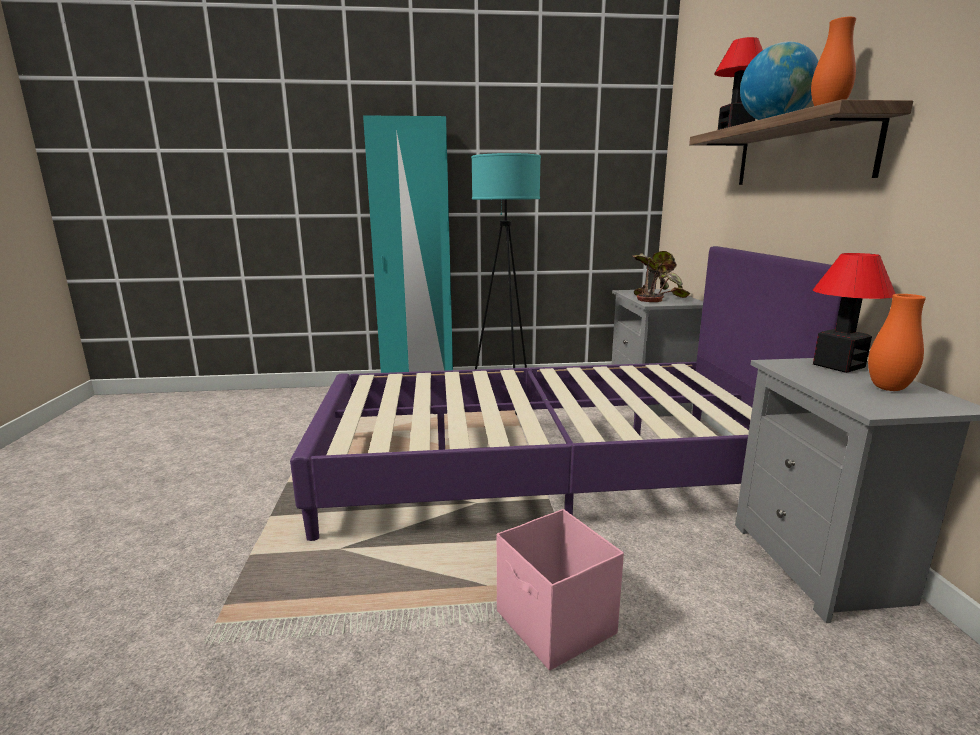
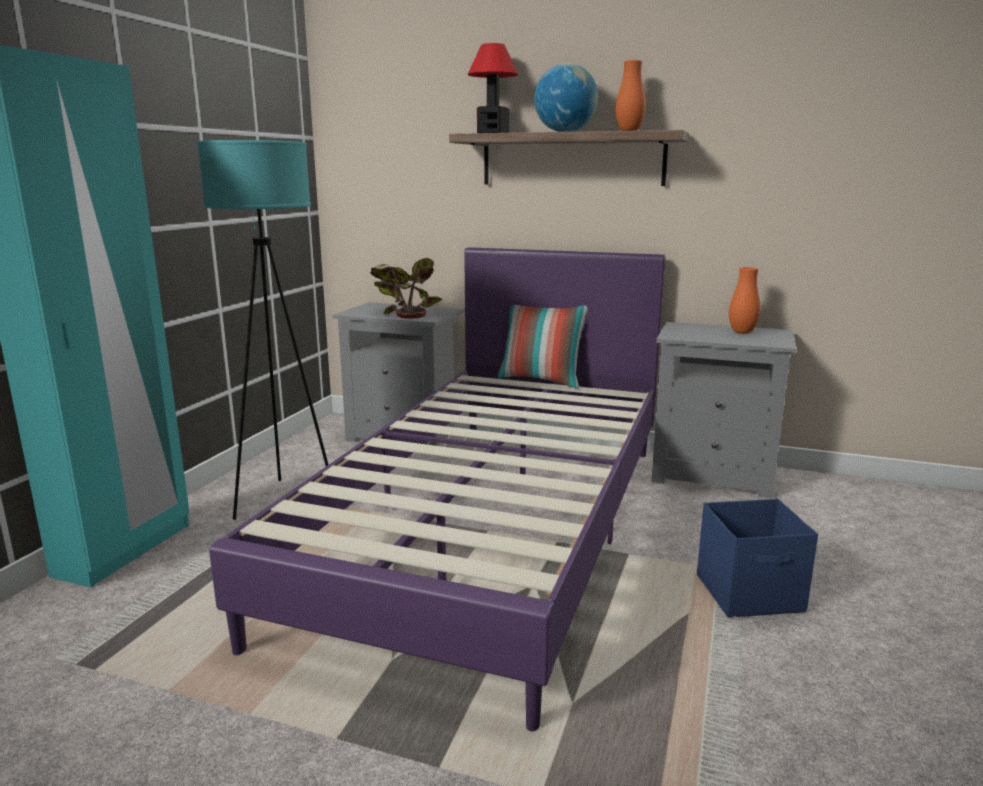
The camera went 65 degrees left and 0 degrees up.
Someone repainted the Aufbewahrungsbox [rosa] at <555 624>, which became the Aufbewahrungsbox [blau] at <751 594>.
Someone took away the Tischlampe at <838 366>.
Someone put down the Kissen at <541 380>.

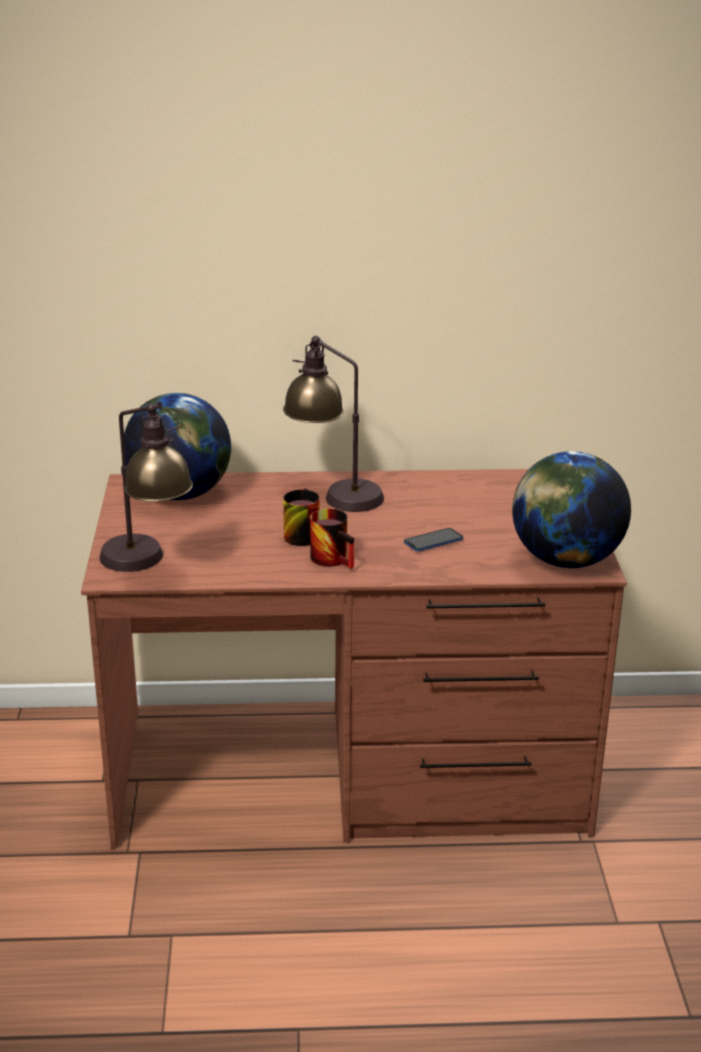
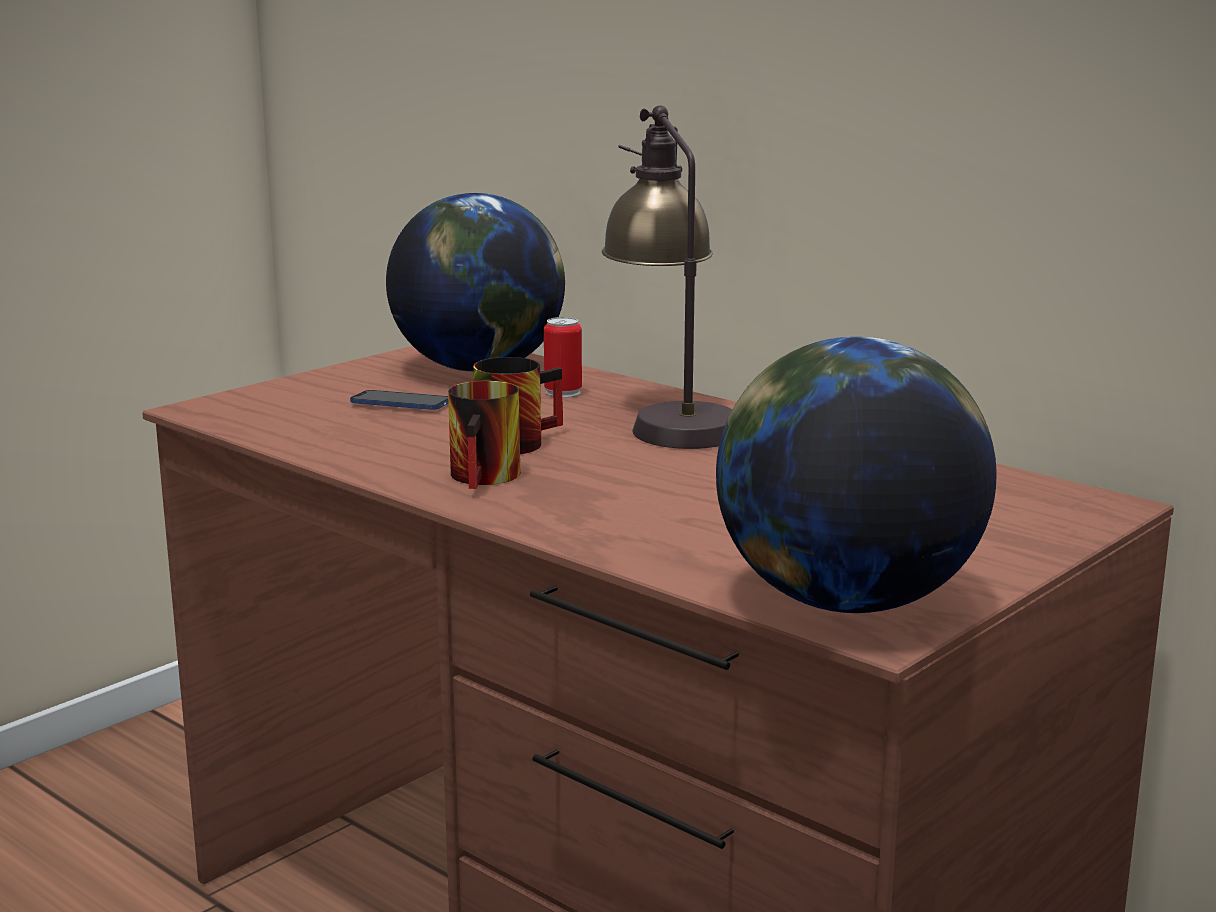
The camera went 45 degrees right and 10 degrees down.
Someone took away the Tischlampe at <148 564>.
Someone carried the Handy from <433 541> to <401 403>.
Someone put down the Dose at <563 392>.

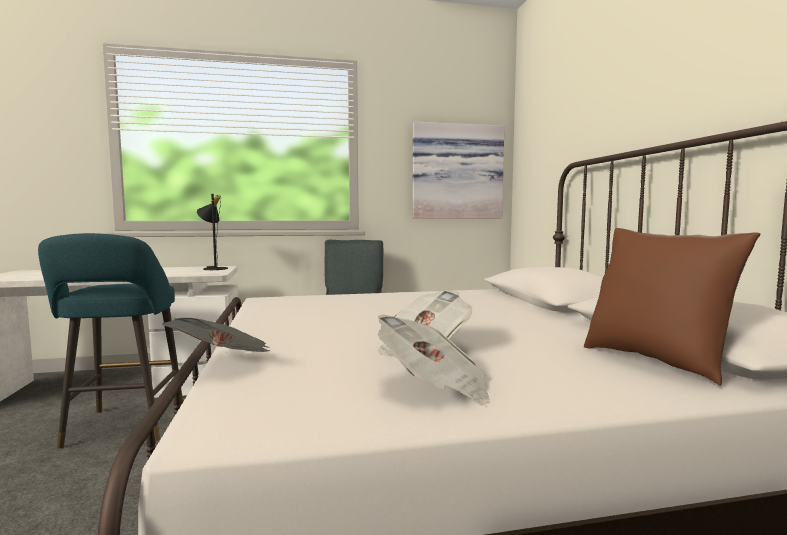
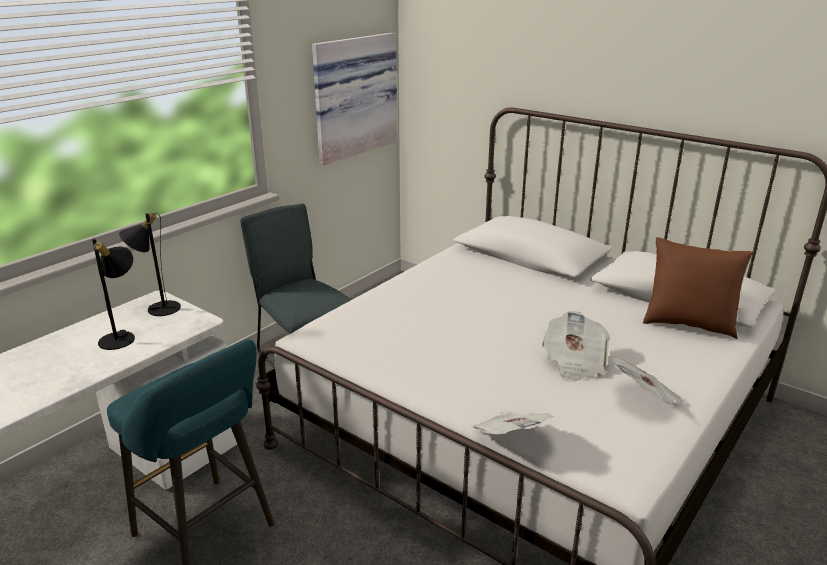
The camera went 40 degrees left and 20 degrees up.
Someone put down the Tischlampe [schwarz] at <122 337>.

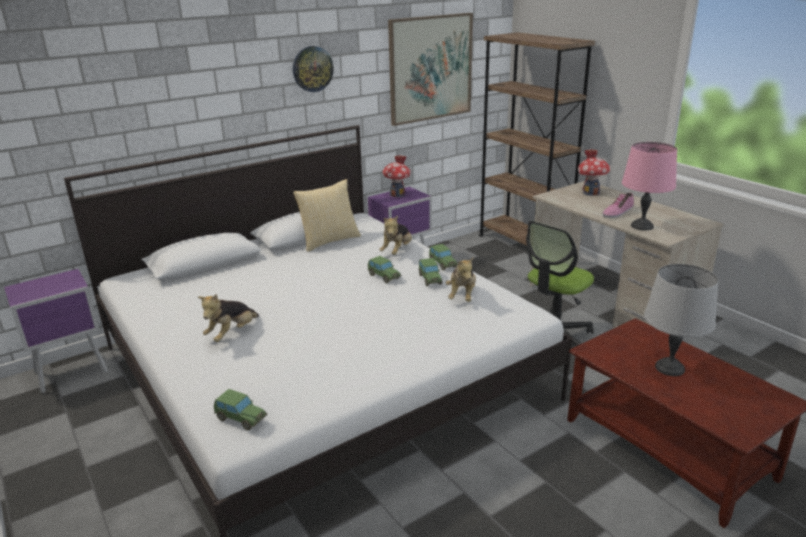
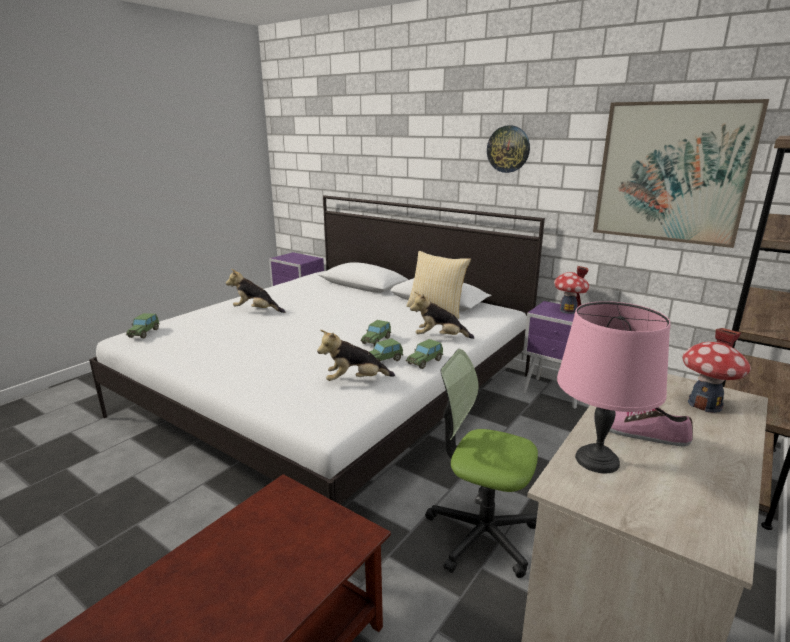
The camera went 70 degrees right and 5 degrees down.
Someone took away the Tischlampe [grau] at <669 368>.

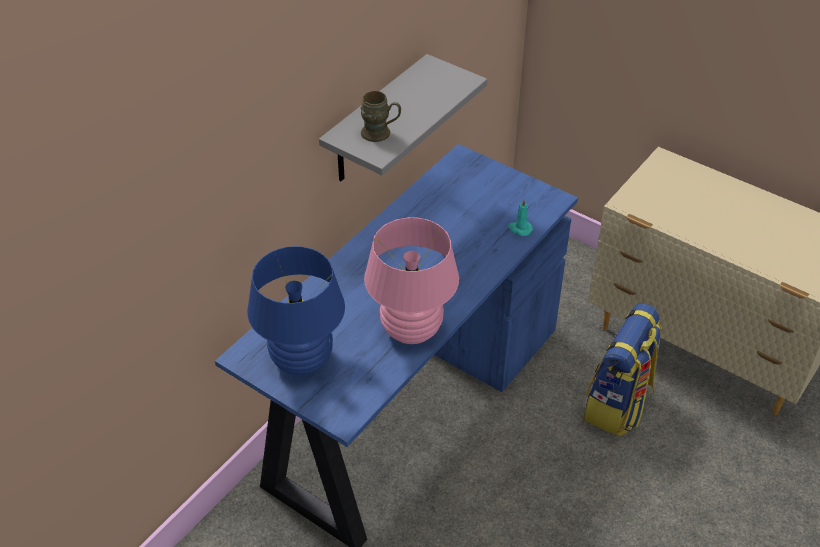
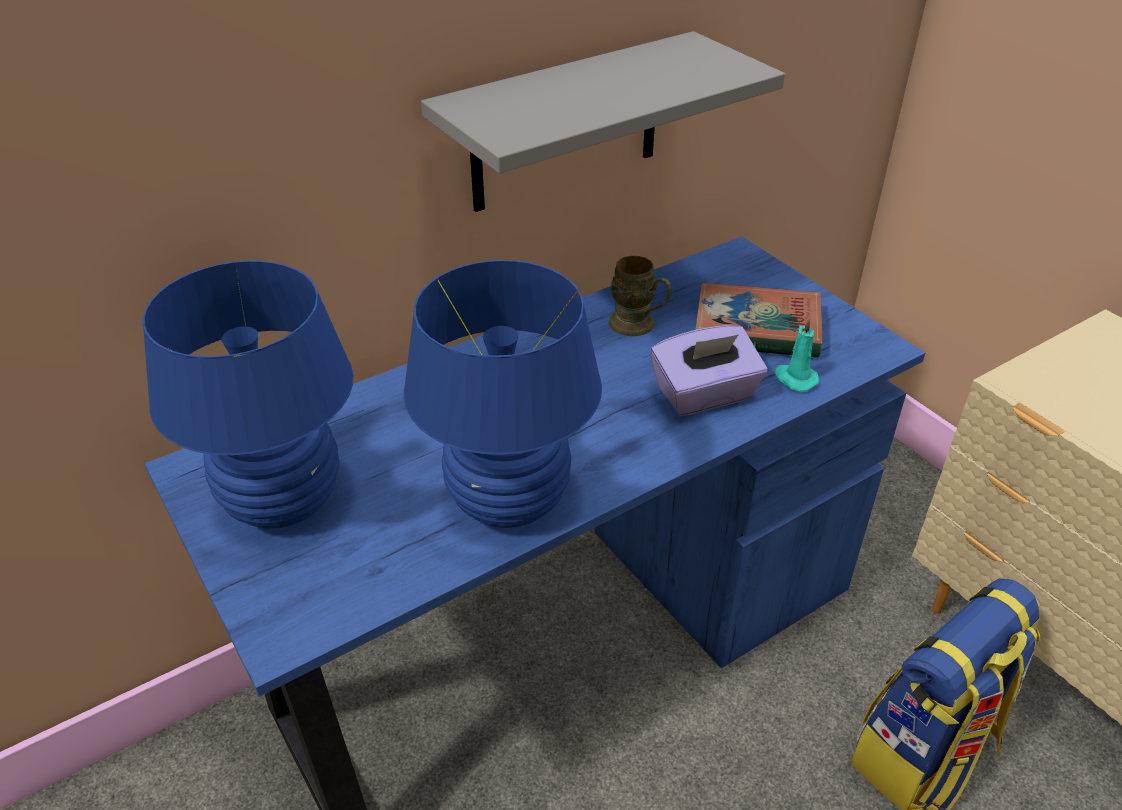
The camera went 20 degrees right and 5 degrees down.
Someone carried the Henkelbecher [braun] from <381 134> to <639 326>.
Someone repainted the Tischlampe [rosa] at <411 330>, which became the Tischlampe [blau] at <508 501>.
Someone put down the Taschentuchbox [lila] at <705 395>.
Someone put down the Buch at <756 328>.

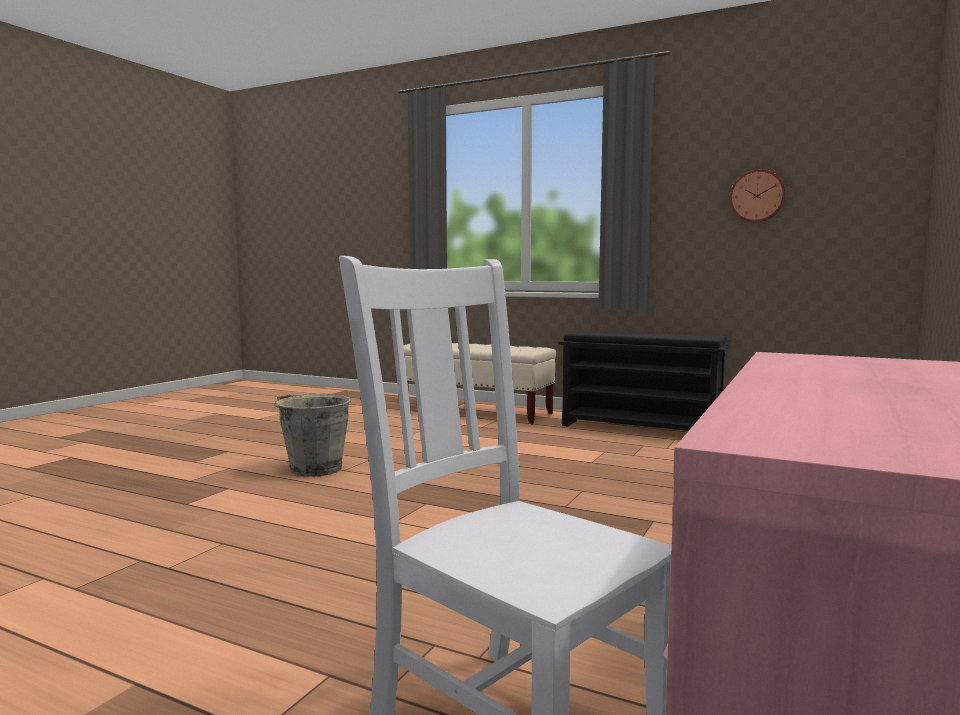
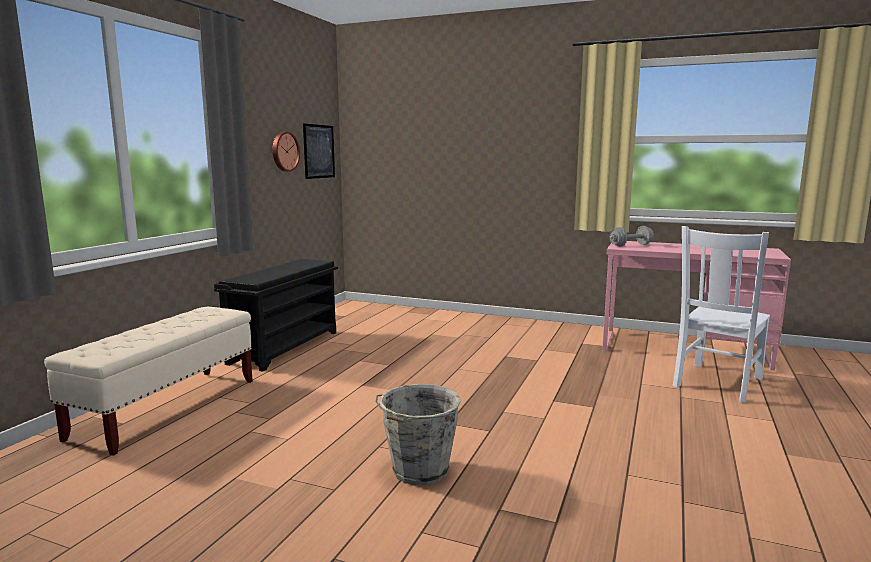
The camera went 95 degrees left and 5 degrees up.
Someone put up the Bild at <319 151>.
Someone put down the Hantel [grau] at <631 245>.

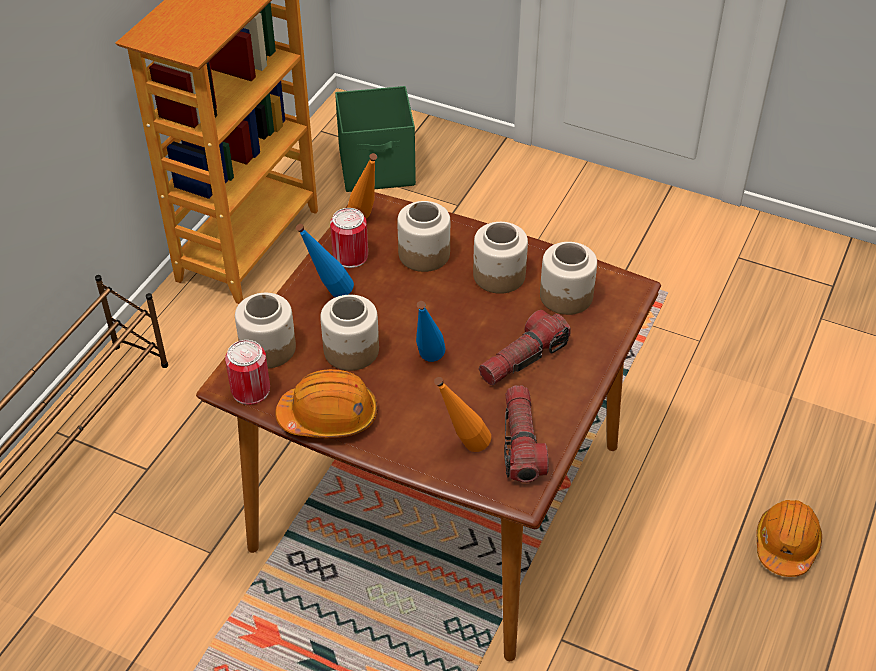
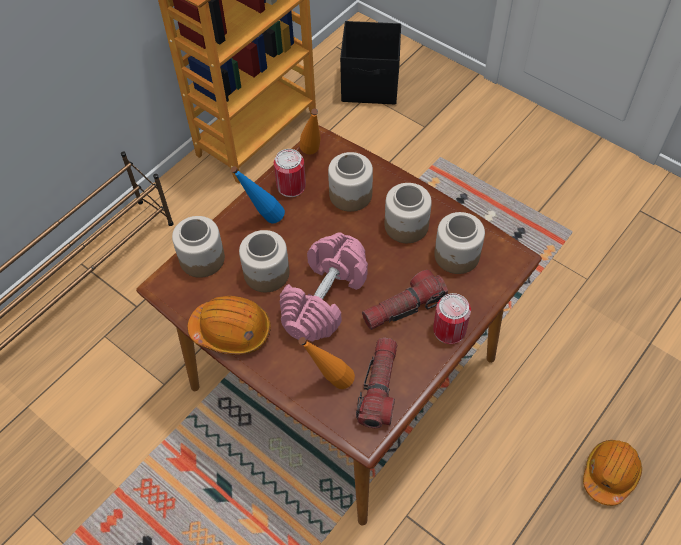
The camera went 15 degrees right and 10 degrees up.
Someone carried the Dose from <250 390> to <449 330>.
Someone repainted the Aufbewahrungsbox [grün] at <378 169>, which became the Aufbewahrungsbox [schwarz] at <371 85>.
Someone swapped the Flasche [blau] at <428 364> for the Hantel [rosa] at <324 298>.

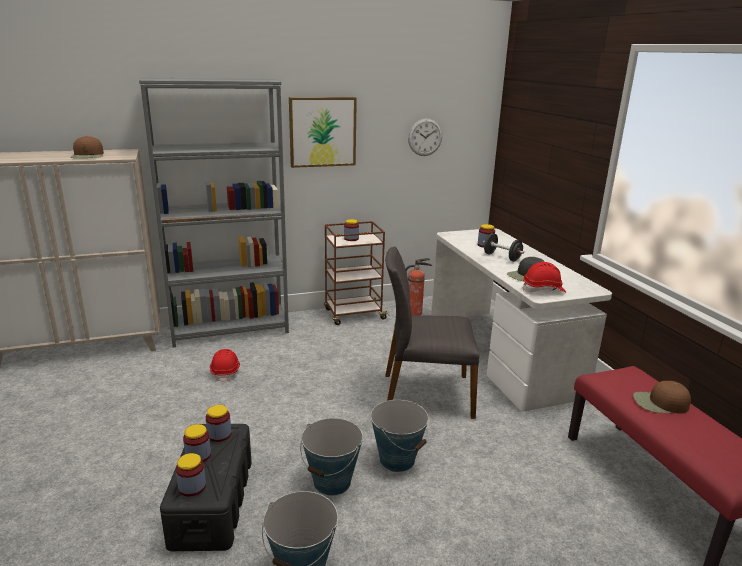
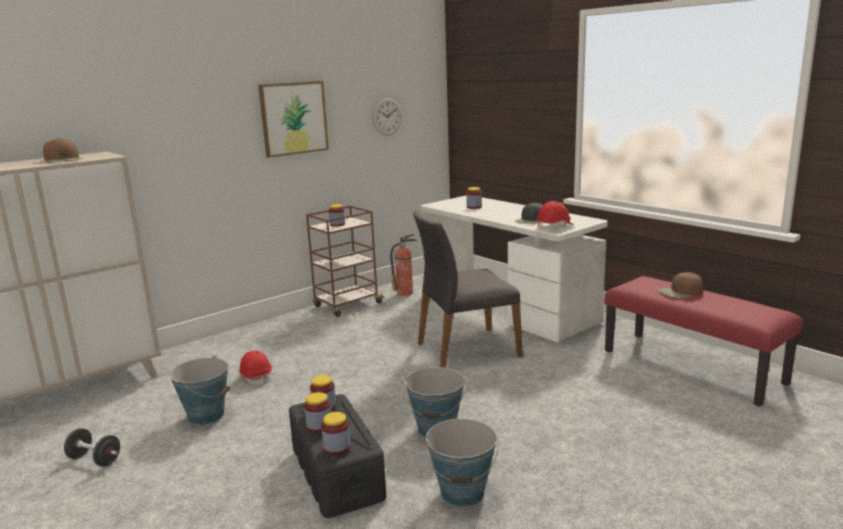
The camera went 20 degrees left and 5 degrees down.
Someone took away the Bücherregal [grau] at <230 329>.
Someone carried the Eimer from <397 459> to <206 416>.
Someone carried the Hantel [schwarz] from <501 257> to <95 460>.

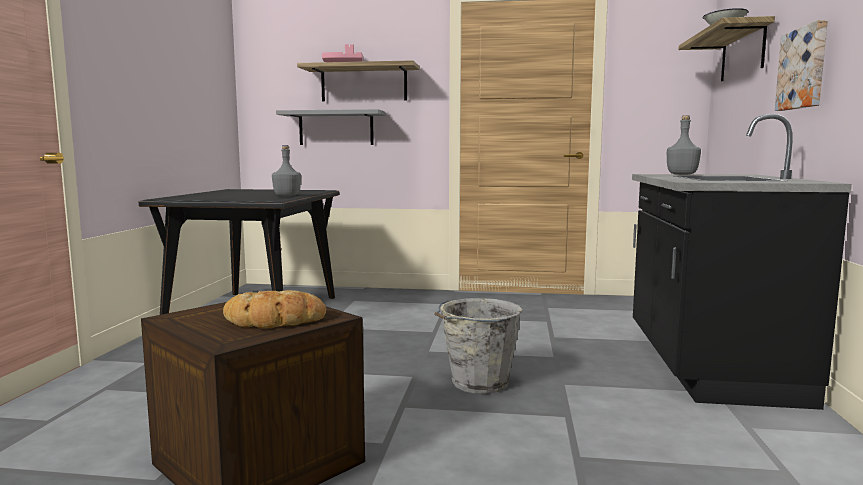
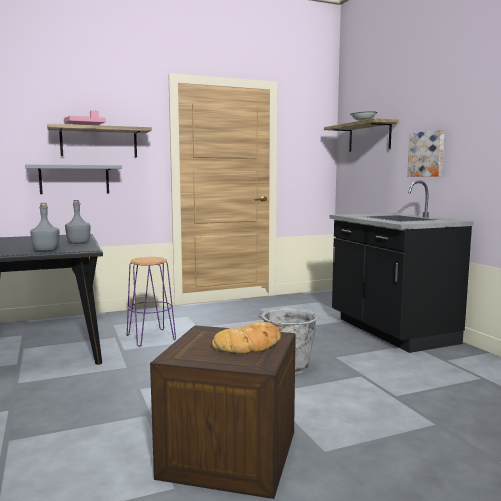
The camera went 30 degrees left and 0 degrees up.
Someone carried the Flasche [grau] from <681 174> to <45 250>.
Someone put down the Hocker [lila] at <151 338>.

